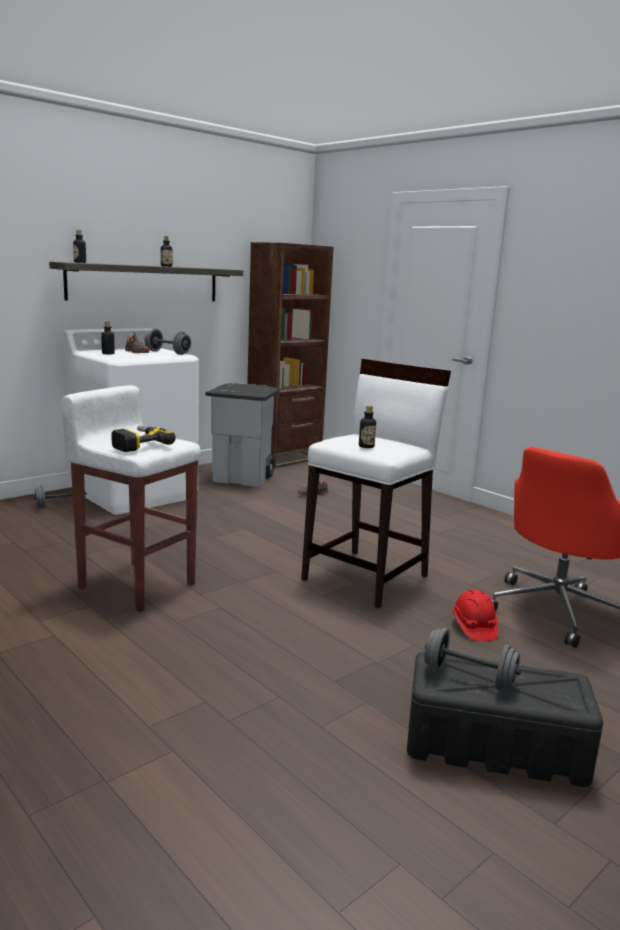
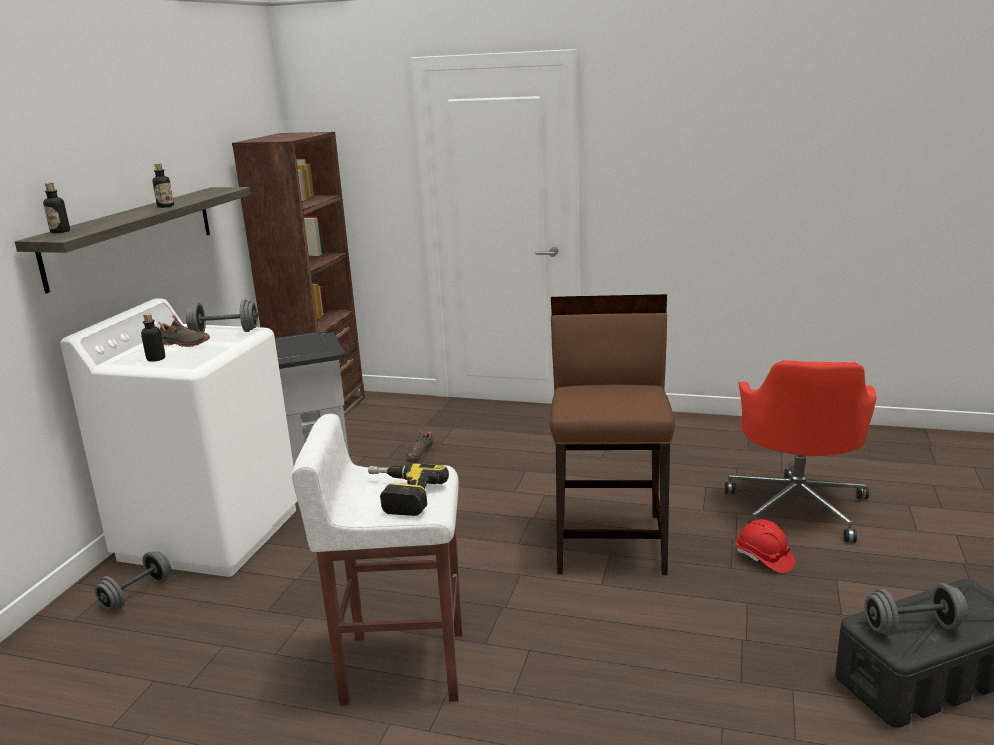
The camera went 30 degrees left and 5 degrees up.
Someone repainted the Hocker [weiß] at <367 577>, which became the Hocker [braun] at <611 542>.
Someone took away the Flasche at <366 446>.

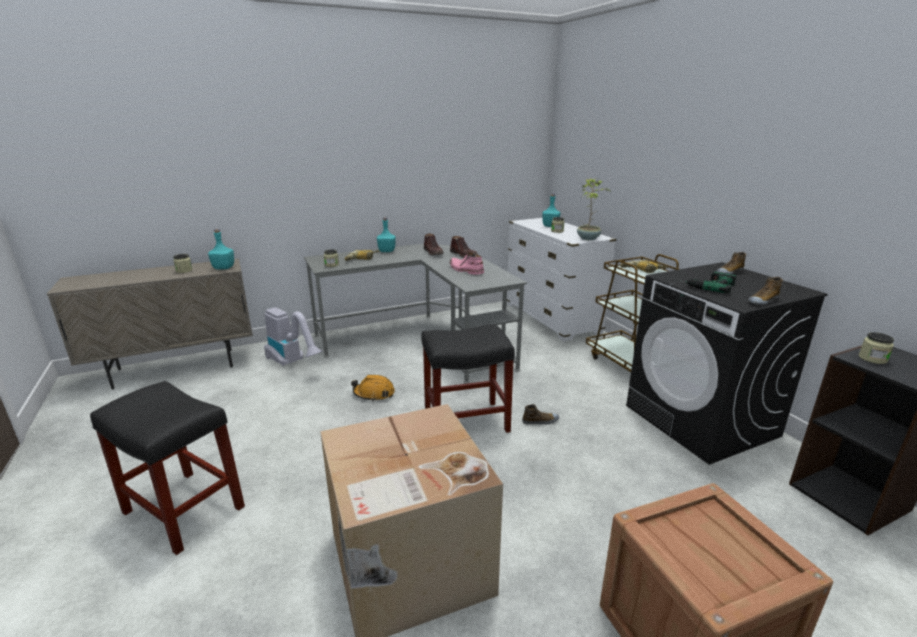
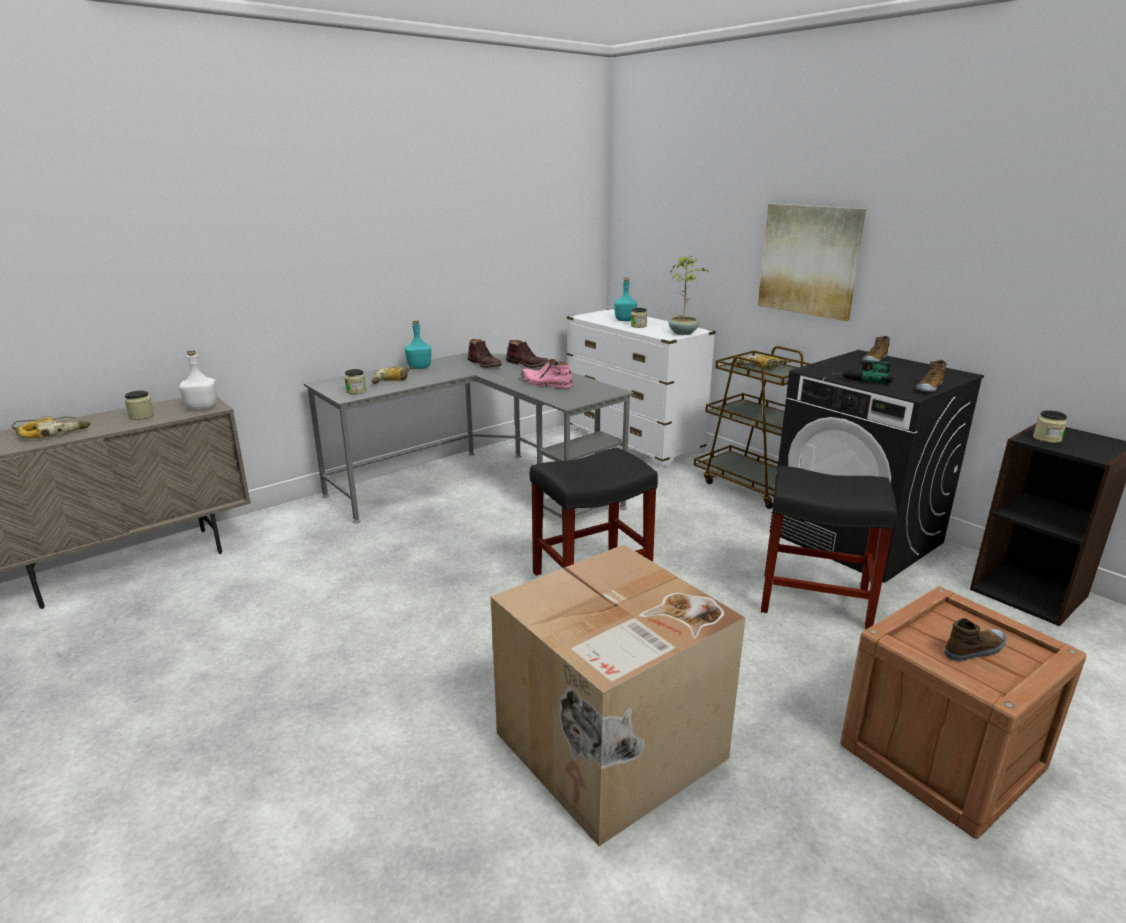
The camera went 15 degrees left and 0 degrees up.
Someone carried the Hocker [schwarz] from <185 510> to <817 600>.
Someone repainted the Flasche [türkis] at <224 268>, which became the Flasche [weiß] at <203 407>.
Someone took away the Staubsauger at <293 362>.
Someone took away the Schutzhelm [orange] at <374 394>.
Someone carried the Schuh from <540 421> to <975 650>.
Someone put down the Bohrmaschine at <53 432>.
Someone put up the Bild at <809 260>.

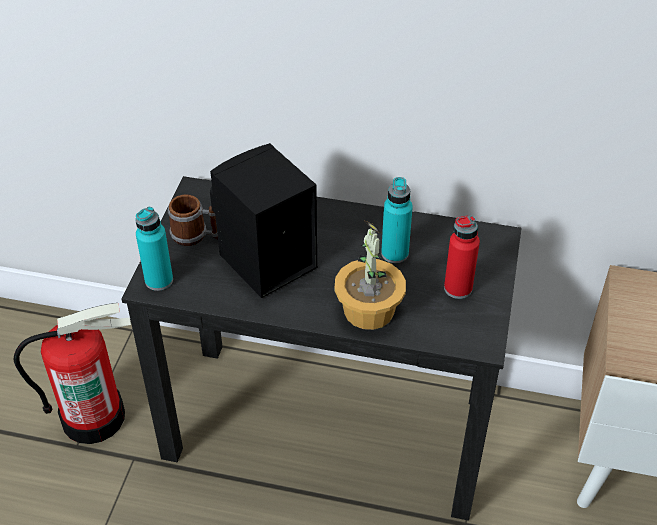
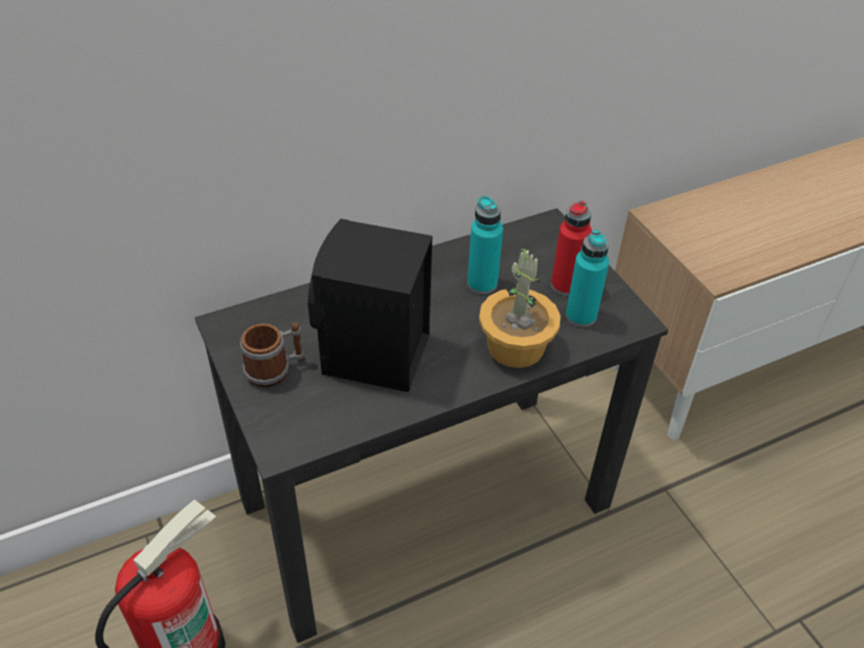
The camera went 40 degrees left and 0 degrees up.
Someone carried the Flasche [türkis] from <159 280> to <581 316>.

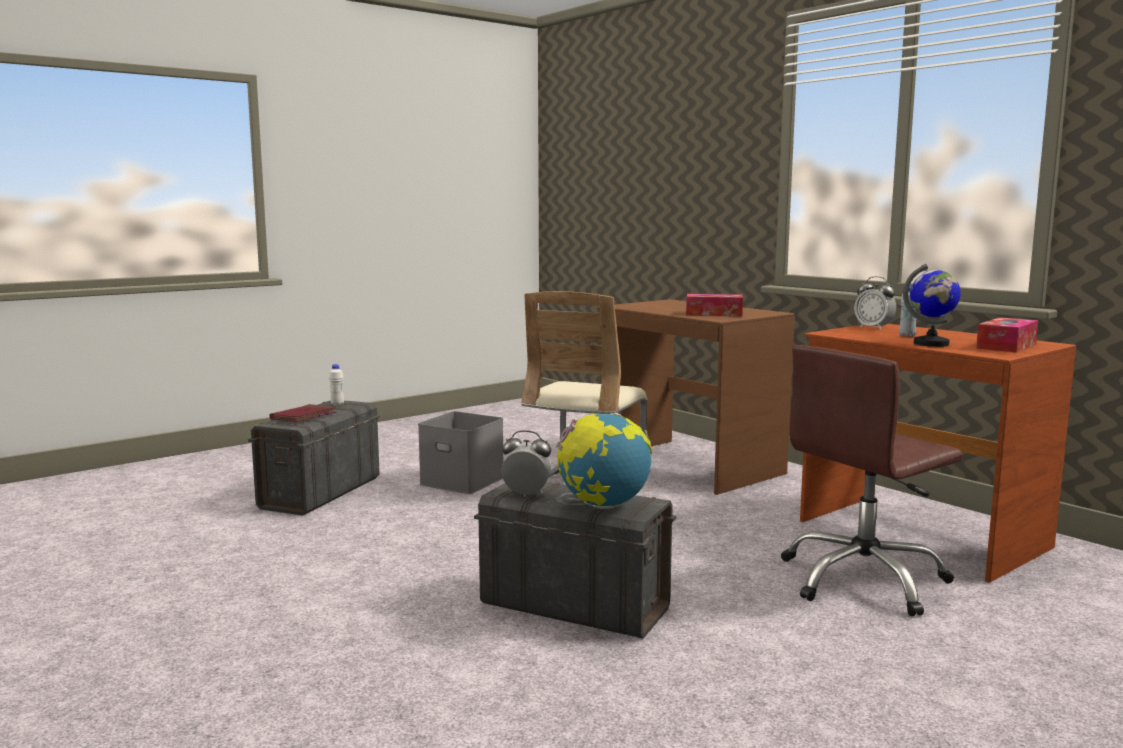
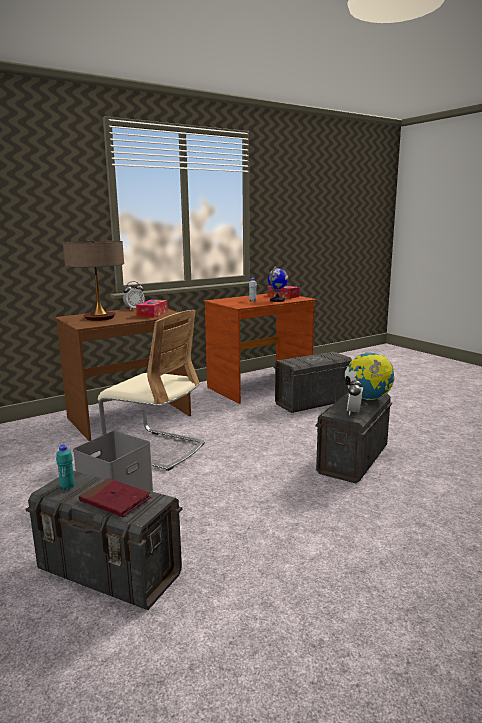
The camera went 85 degrees left and 5 degrees up.
Someone repainted the Flasche [weiß] at <337 405>, which became the Flasche [türkis] at <67 487>.
Someone swapped the Bürostuhl [braun] at <863 580> for the Aufbewahrungsbox [grau] at <312 402>.
Someone carried the Wecker from <873 328> to <134 309>.
Someone put down the Tischlampe at <99 318>.

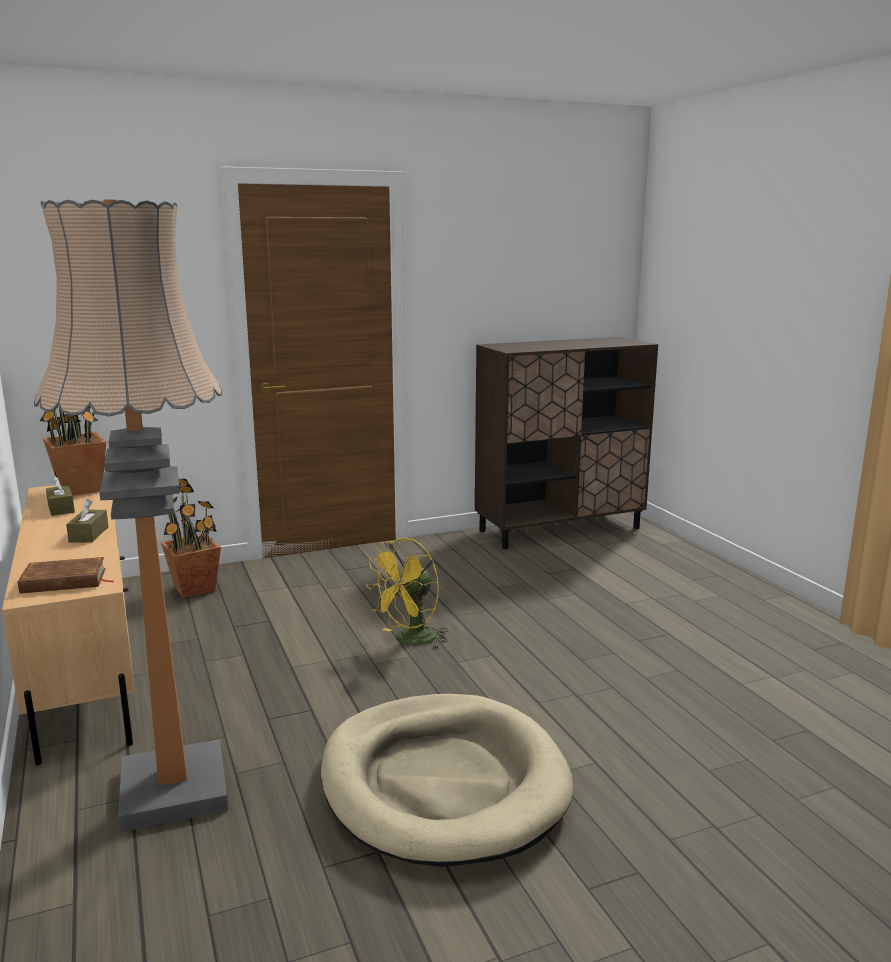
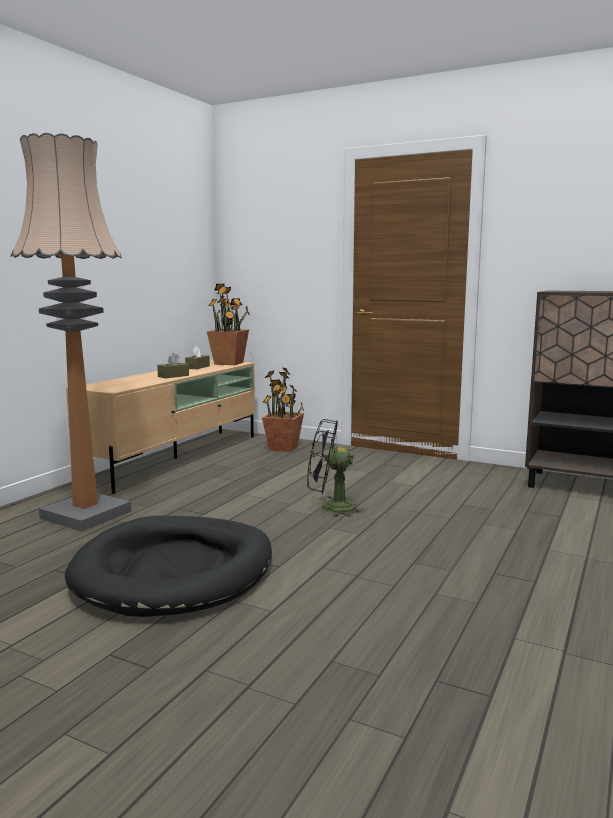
The camera went 50 degrees right and 5 degrees down.
Someone took away the Buch [braun] at <64 581>.
Someone repainted the Hundebett [beige] at <443 783>, which became the Hundebett [schwarz] at <175 571>.
Someone repainted the Ventilator [gelb] at <410 640>, which became the Ventilator [schwarz] at <330 507>.

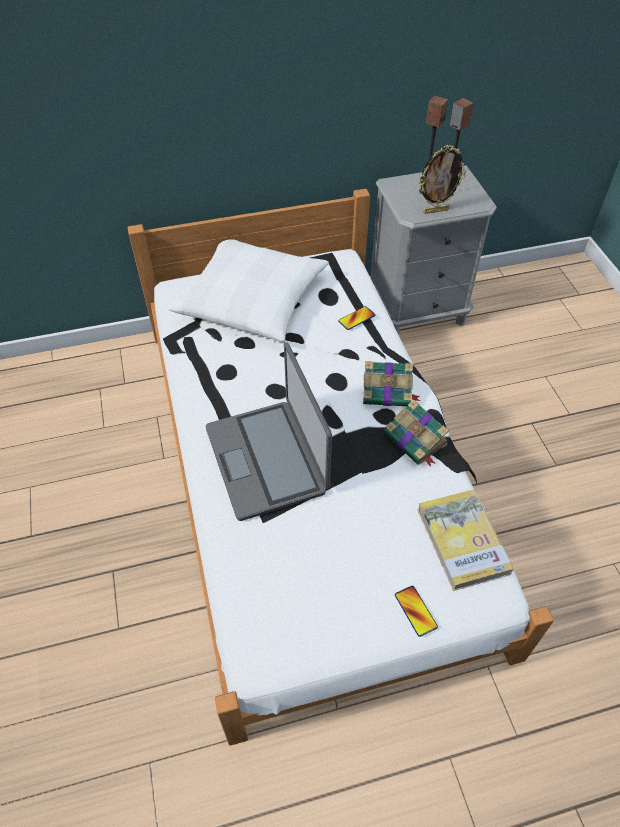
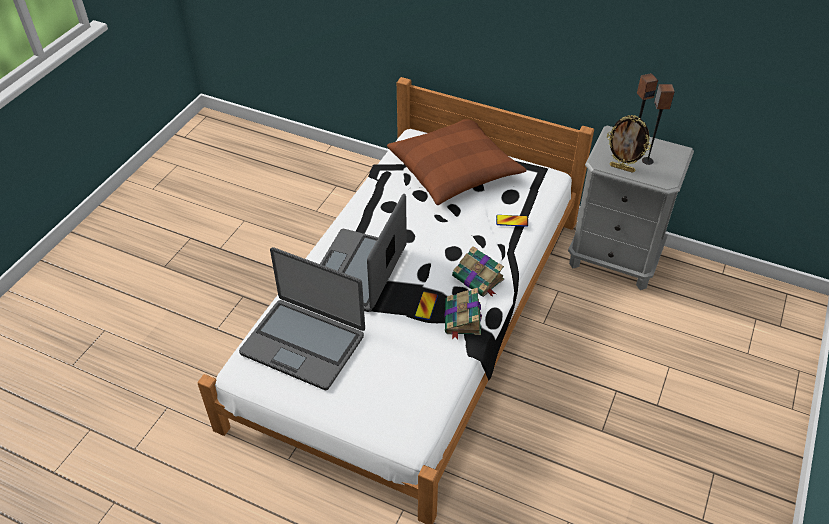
The camera went 40 degrees right and 5 degrees down.
Someone repainted the Kissen [weiß] at <252 299>, which became the Kissen [braun] at <454 170>.
Someone carried the Handy from <415 611> to <426 306>.
Someone took away the Buch at <462 541>.
Someone put down the Laptop at <304 343>.

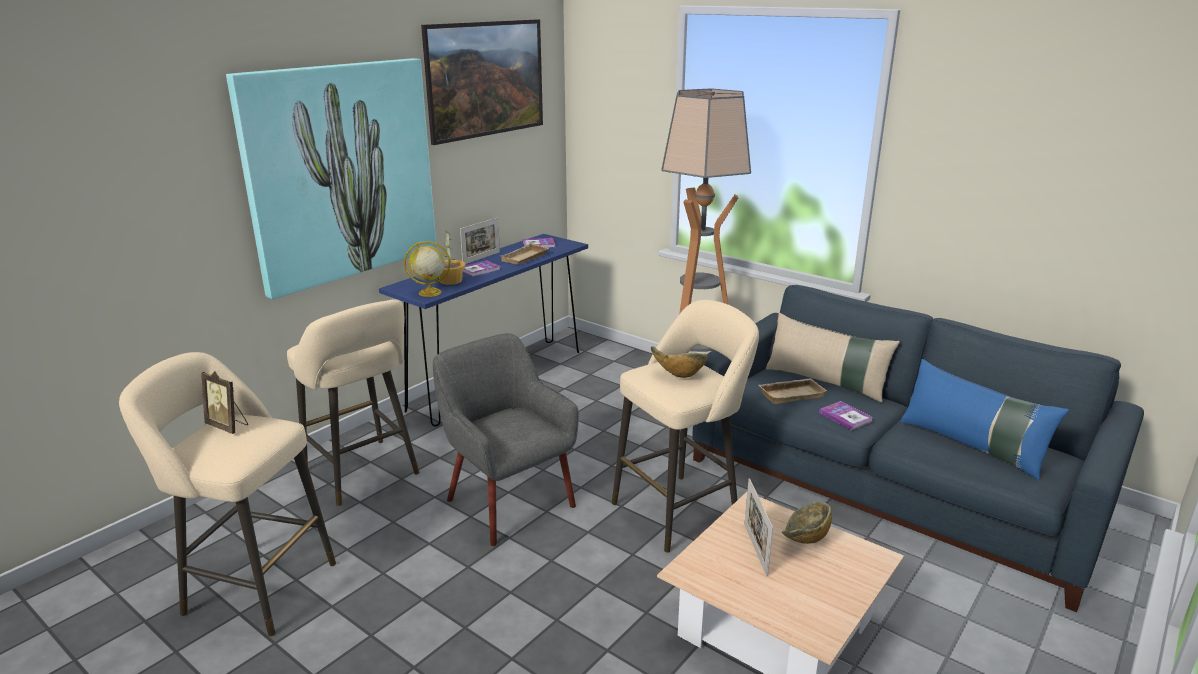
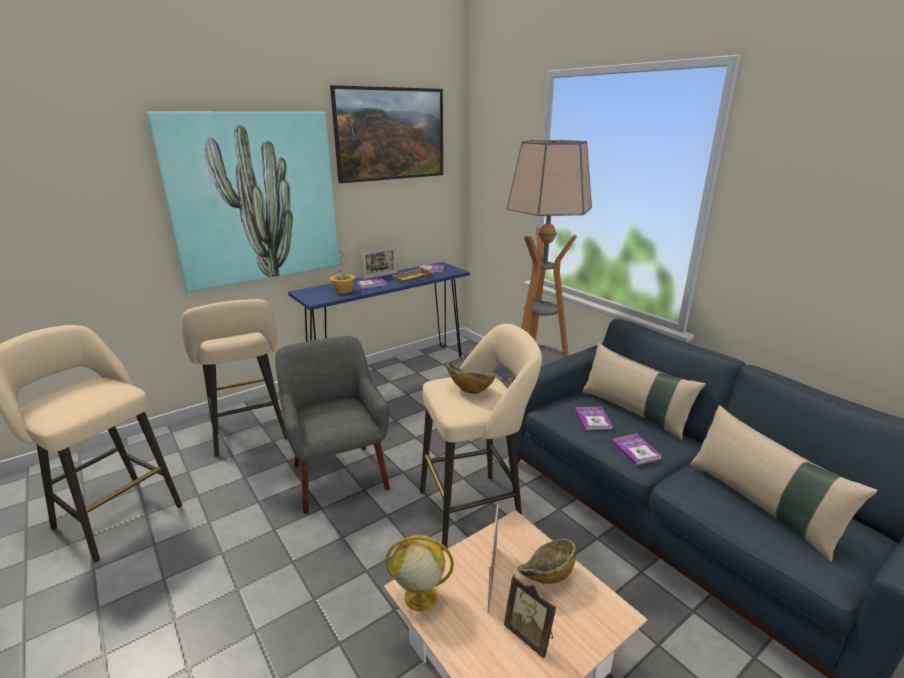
The camera went 15 degrees right and 0 degrees up.
Someone carried the Bilderrahmen from <228 426> to <530 635>.
Someone carried the Globus from <429 293> to <419 597>.
Someone swapped the Tablett [beige] at <791 394> for the Buch at <593 419>.
Someone repainted the Kissen [blau] at <972 446>, which became the Kissen [beige] at <761 504>.

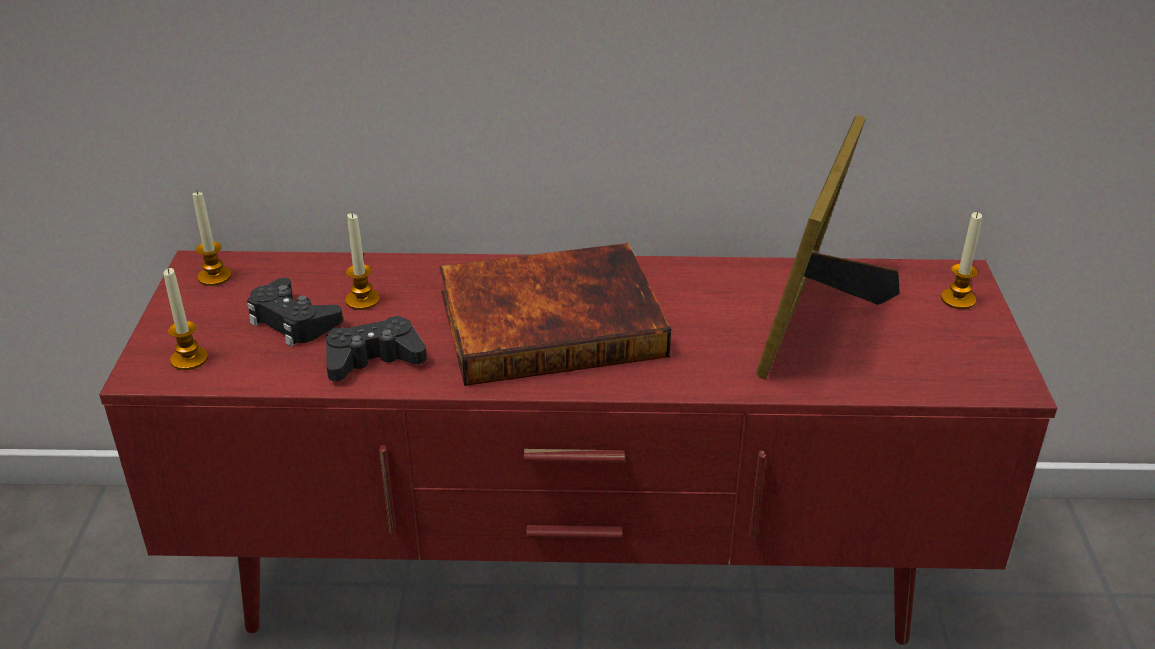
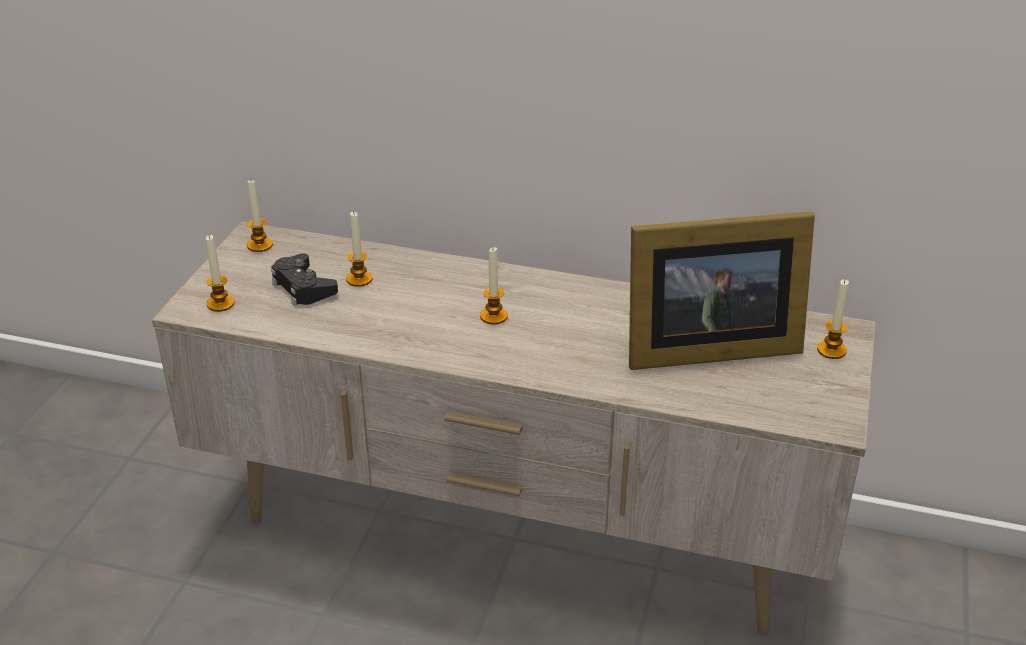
The camera went 15 degrees right and 0 degrees up.
Someone repainted the Fernsehschrank [rot] at <577 584>, which became the Fernsehschrank [beige] at <512 536>.
Someone took away the Gamepad [schwarz] at <373 359>.
Someone swapped the Buch at <551 320> for the Kerze at <493 316>.
Someone rotated the Bilderrahmen at <816 318> by 135 degrees counterclockwise.

